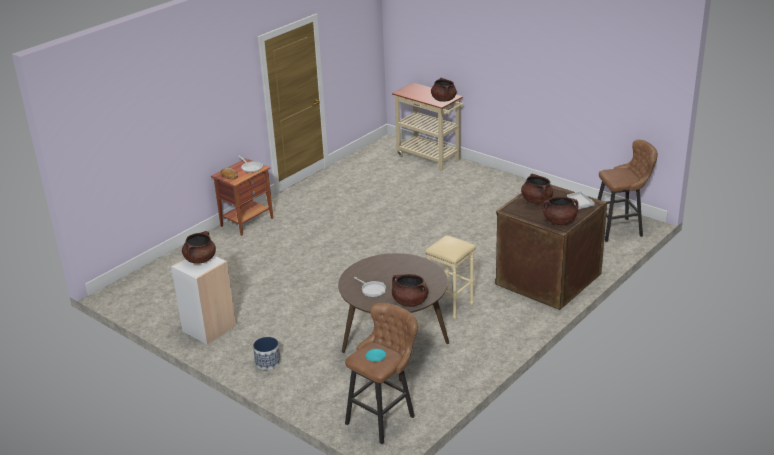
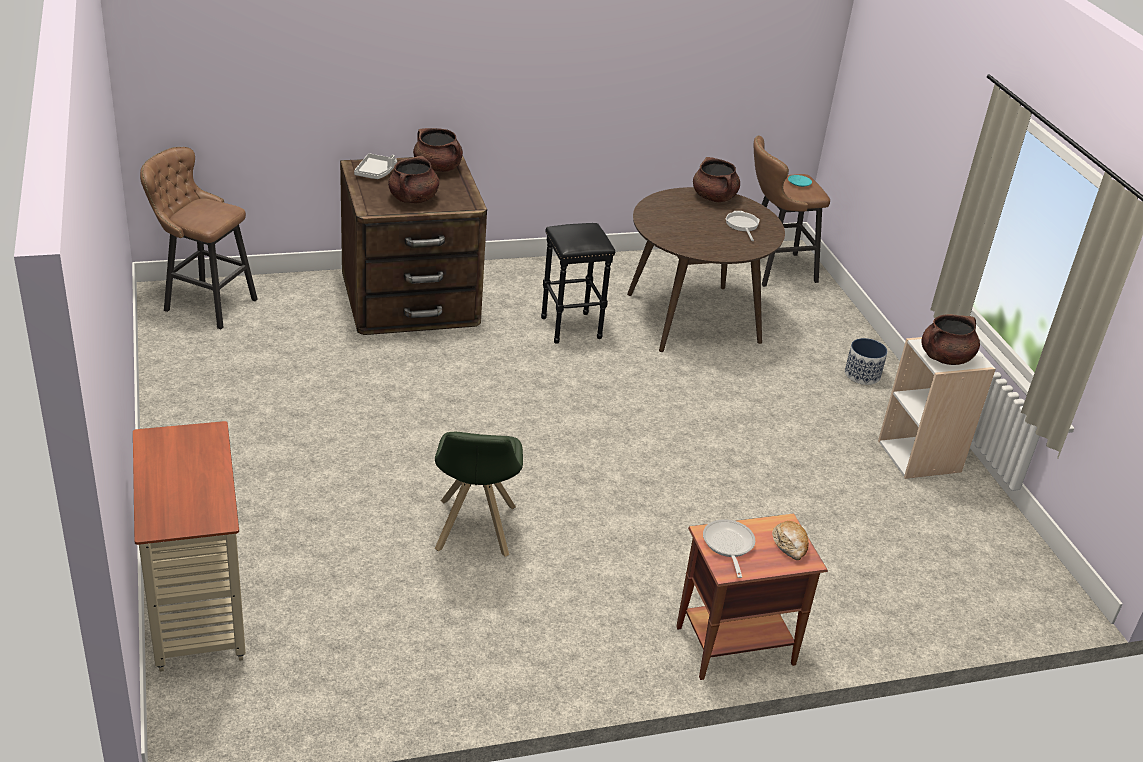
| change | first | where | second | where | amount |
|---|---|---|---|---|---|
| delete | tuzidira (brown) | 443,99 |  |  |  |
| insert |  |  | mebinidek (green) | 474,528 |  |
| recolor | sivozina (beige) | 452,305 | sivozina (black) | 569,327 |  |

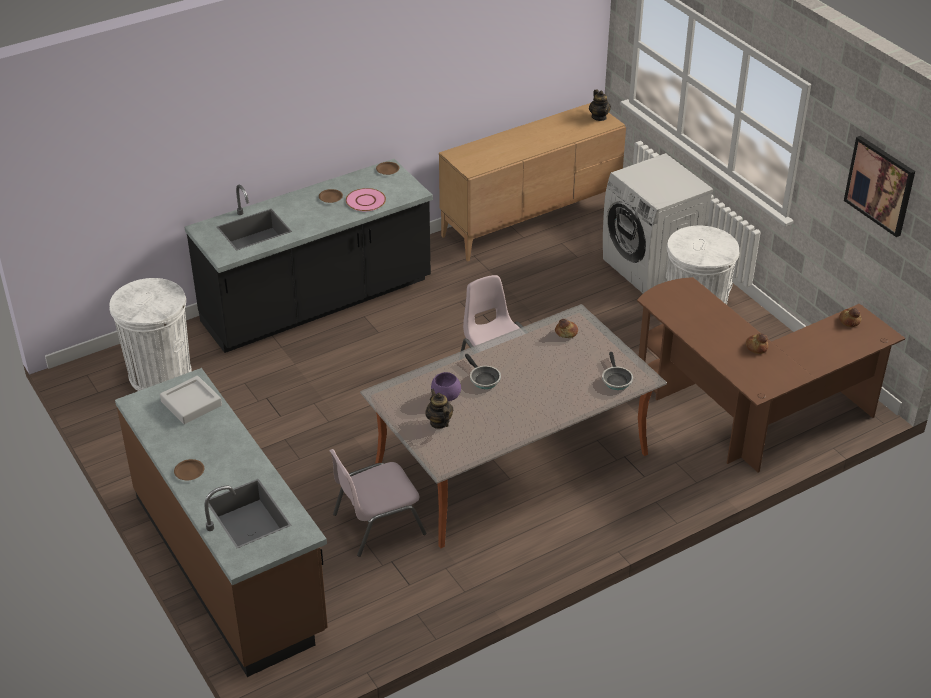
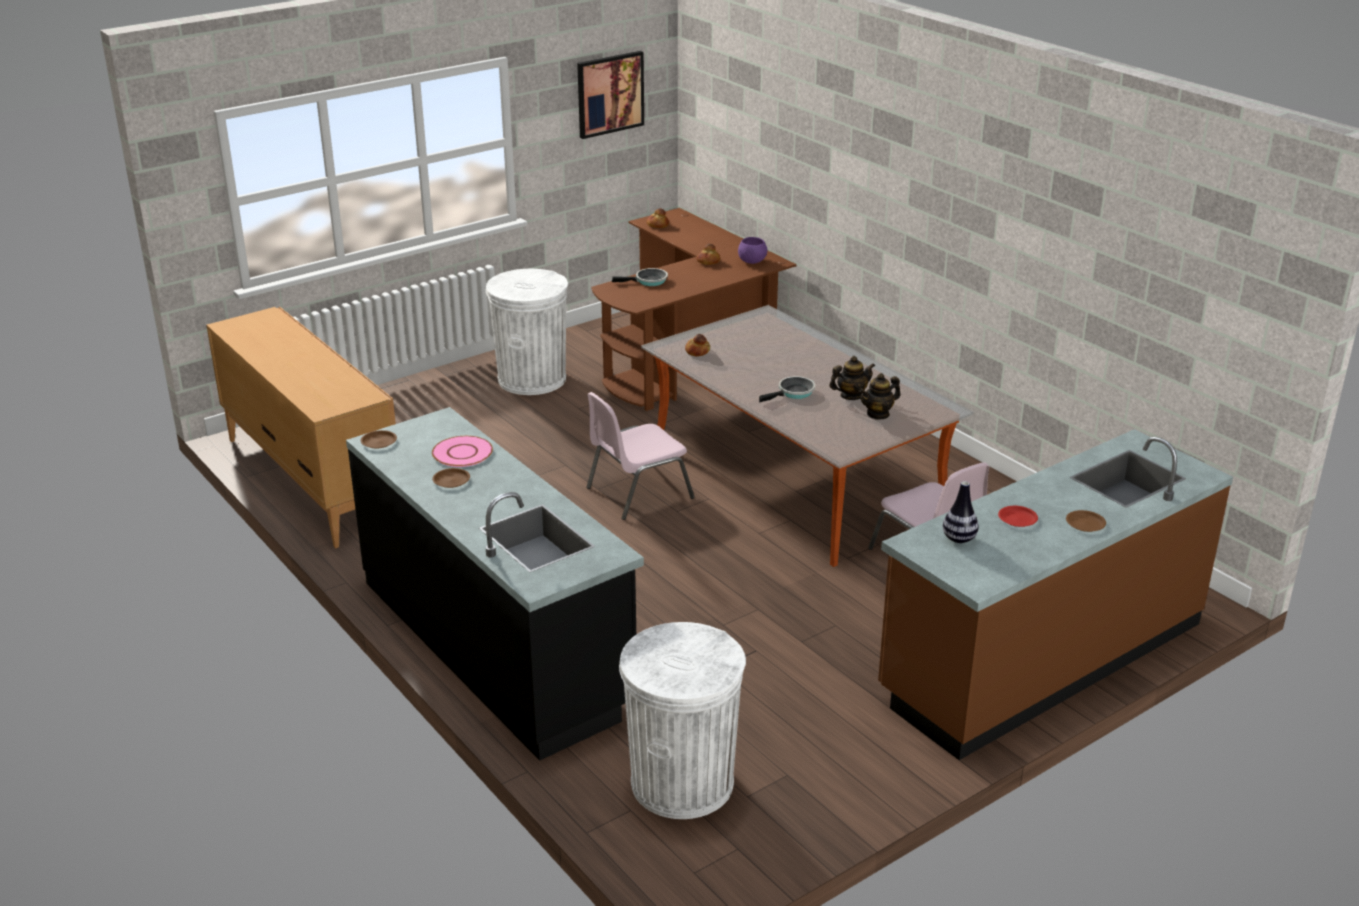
| change | first | where | second | where | amount |
|---|---|---|---|---|---|
| delete | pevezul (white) | 651,270 |  |  |  |
| insert |  |  | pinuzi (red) | 1018,519 |  |
| move | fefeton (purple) | 446,396 |  | 752,261 |  |
| move | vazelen | 599,117 |  | 851,396 |  |
| move | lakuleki | 616,379 |  | 648,281 |  |
| replace | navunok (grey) | 191,403 | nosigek | 959,539 |  |

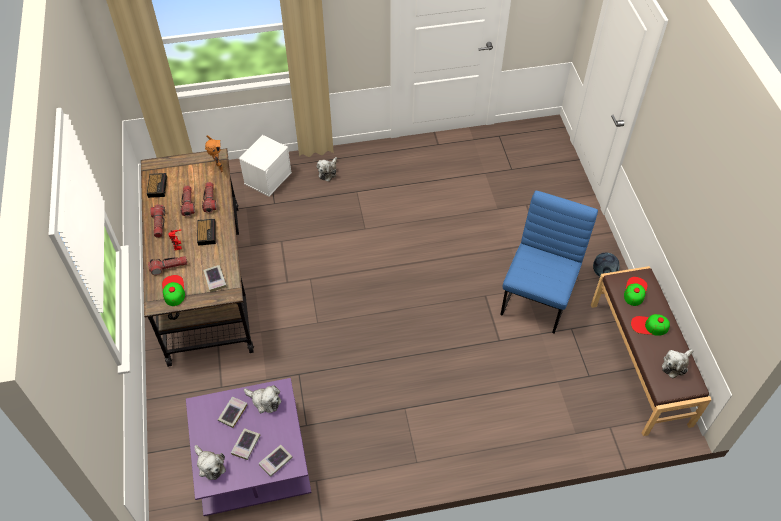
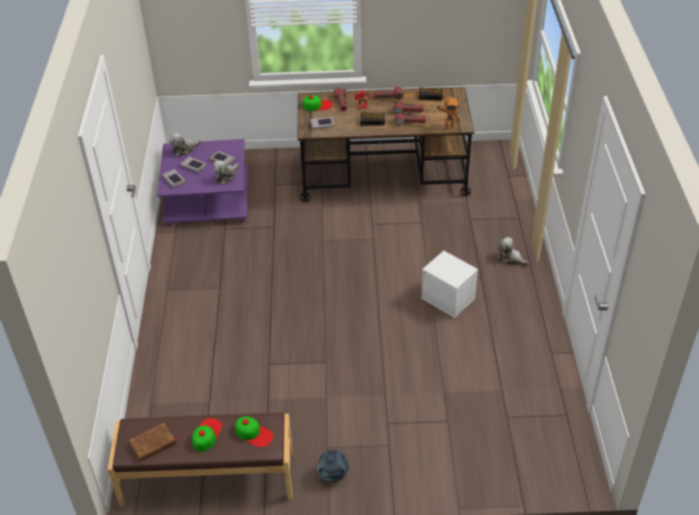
| change | first | where | second | where | amount |
|---|---|---|---|---|---|
| delete | mebinidek (blue) | 538,296 |  |  |  |
| move | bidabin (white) | 268,177 |  | 449,298 |  |
| replace | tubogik | 675,365 | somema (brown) | 153,444 |  |

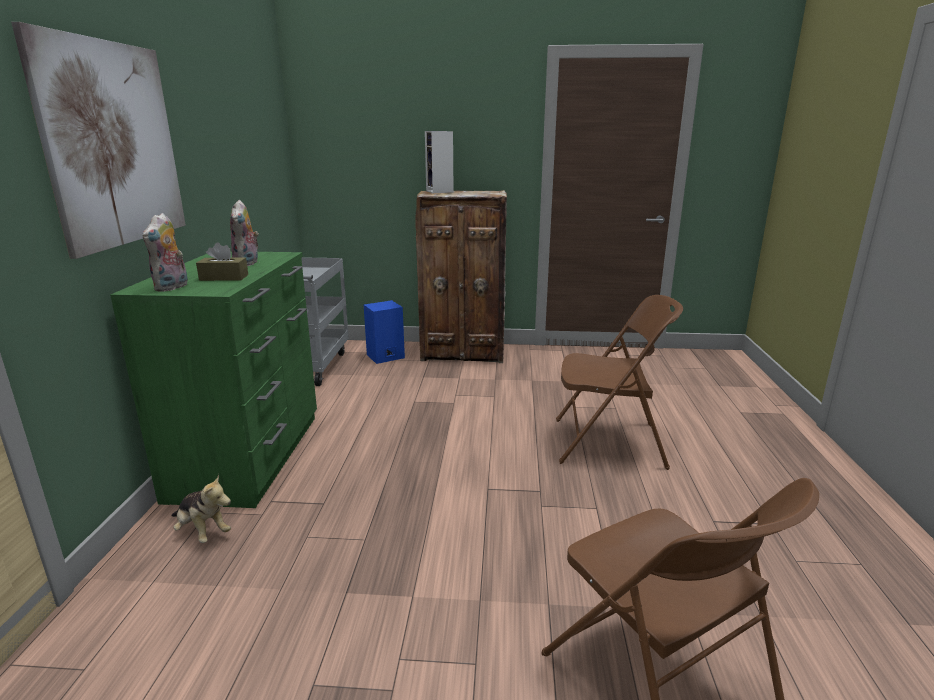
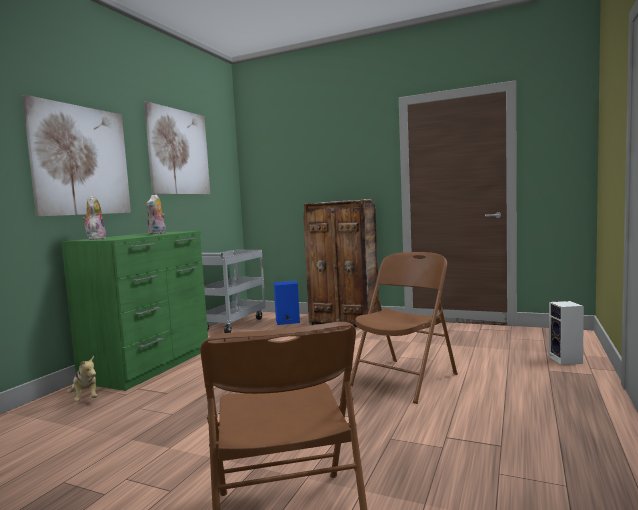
| change | first | where | second | where | amount |
|---|---|---|---|---|---|
| delete | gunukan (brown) | 224,277 |  |  |  |
| insert |  |  | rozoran | 179,152 |  |
| move | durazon | 440,191 |  | 566,360 |  |
| rotate | tubogik | 172,287 |  | 95,239 | 135 degrees clockwise |
| rotate | mebinidek (brown) | 608,443 |  | 404,380 | 75 degrees counterclockwise |

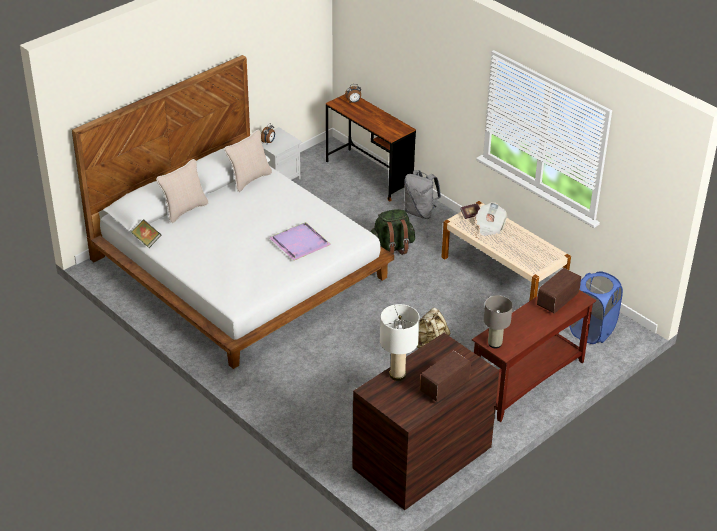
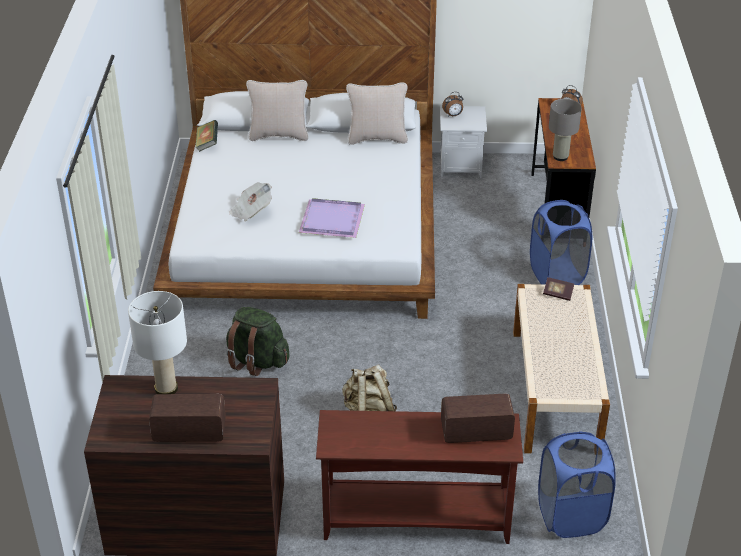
| change | first | where | second | where | amount |
|---|---|---|---|---|---|
| move | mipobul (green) | 392,248 |  | 257,361 |  |
| move | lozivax | 489,227 |  | 251,211 |  |
| move | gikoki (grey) | 494,344 |  | 560,157 |  |
| replace | mipobul (grey) | 420,212 | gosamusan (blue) | 557,275 |  |

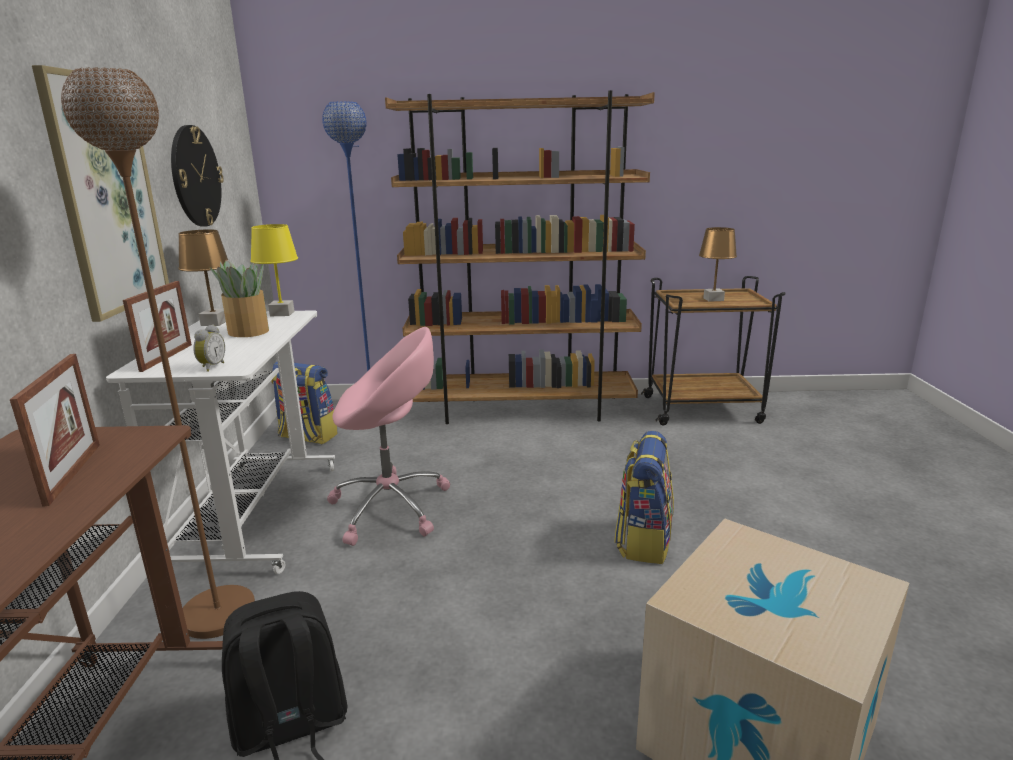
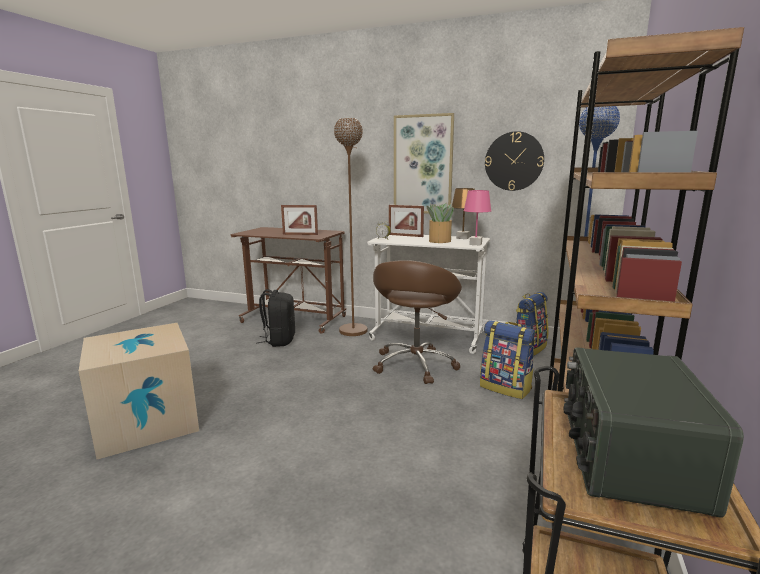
| change | first | where | second | where | amount |
|---|---|---|---|---|---|
| move | mipobul | 643,540 |  | 506,388 |  |
| replace | gikoki (brown) | 713,299 | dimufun | 627,456 |  |
| recolor | gikoki (yellow) | 282,313 | gikoki (pink) | 475,244 |  |
| recolor | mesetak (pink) | 393,506 | mesetak (brown) | 414,366 |  |

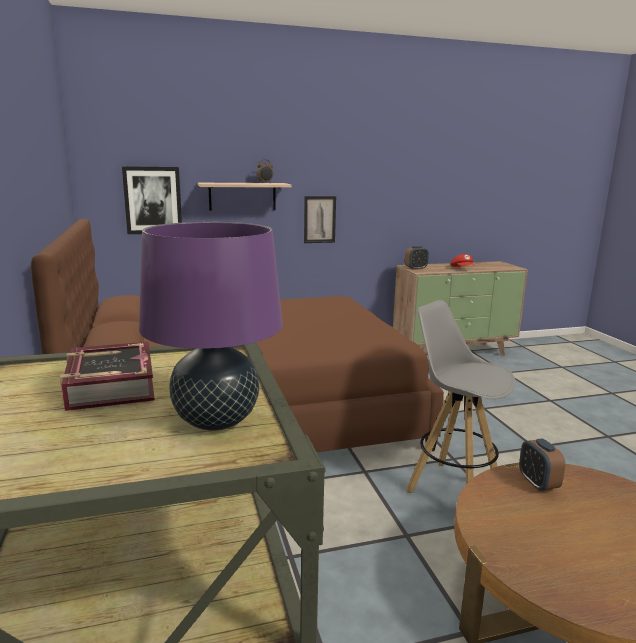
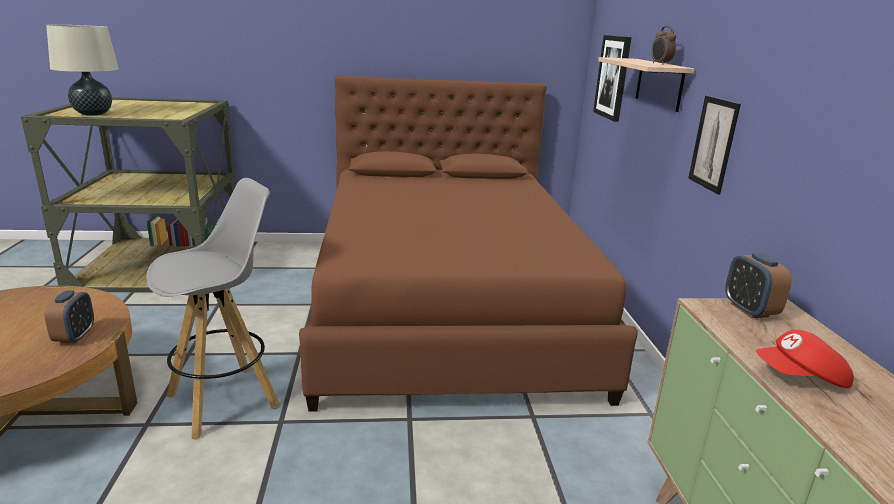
| change | first | where | second | where | amount |
|---|---|---|---|---|---|
| delete | somema | 110,385 |  |  |  |
| recolor | gikoki (purple) | 216,420 | gikoki (beige) | 93,114 |  |
| rotate | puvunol | 538,483 |  | 75,336 | 90 degrees clockwise |

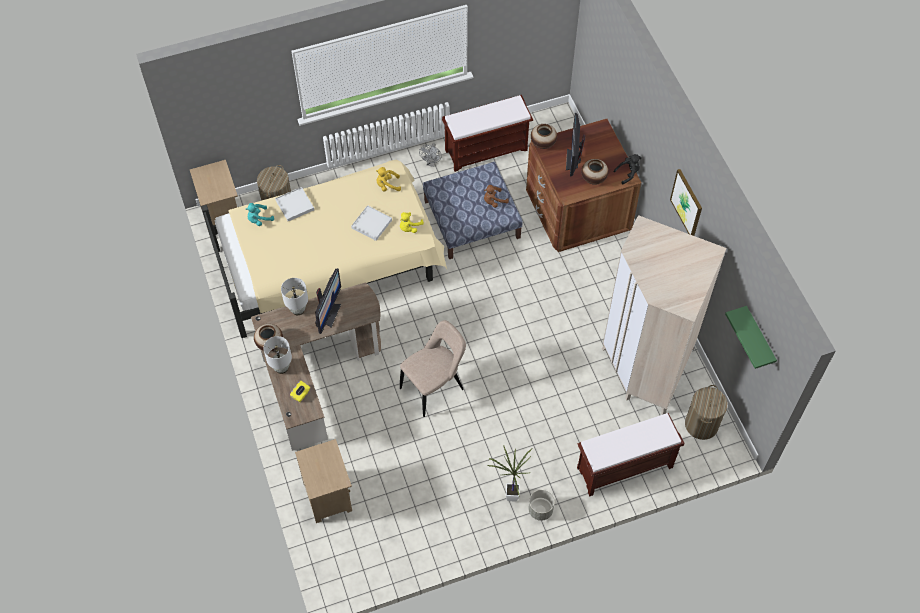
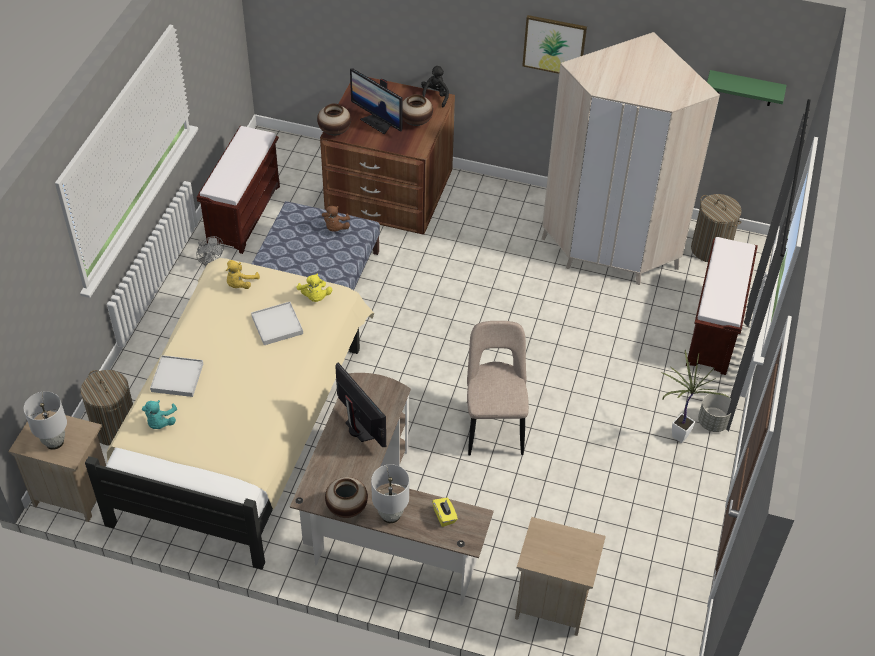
| change | first | where | second | where | amount |
|---|---|---|---|---|---|
| move | gikoki (white) | 298,309 |  | 54,442 |  |

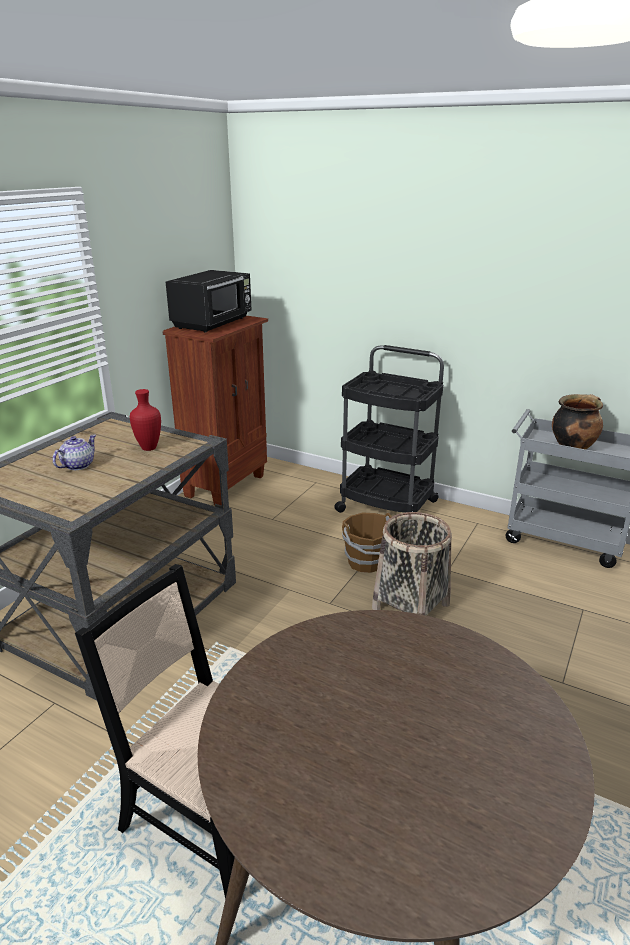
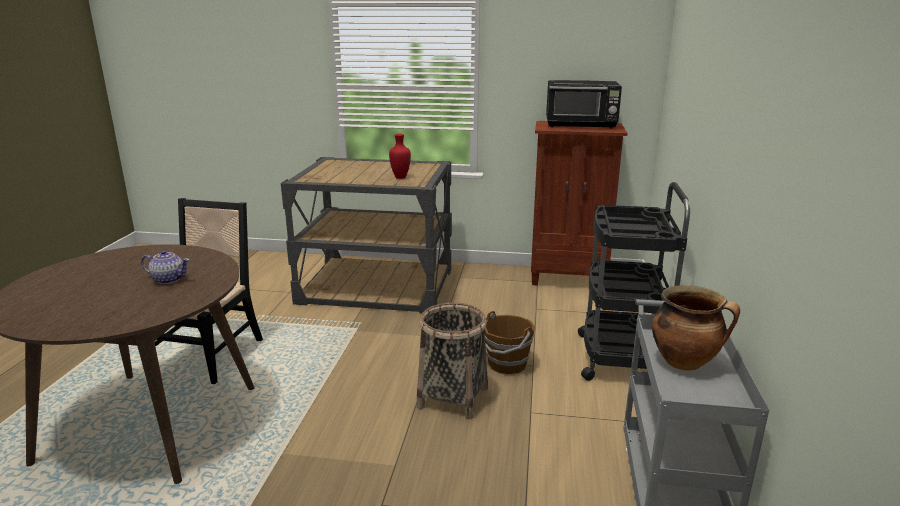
| change | first | where | second | where | amount |
|---|---|---|---|---|---|
| move | vazelen | 77,465 |  | 168,279 |  |

